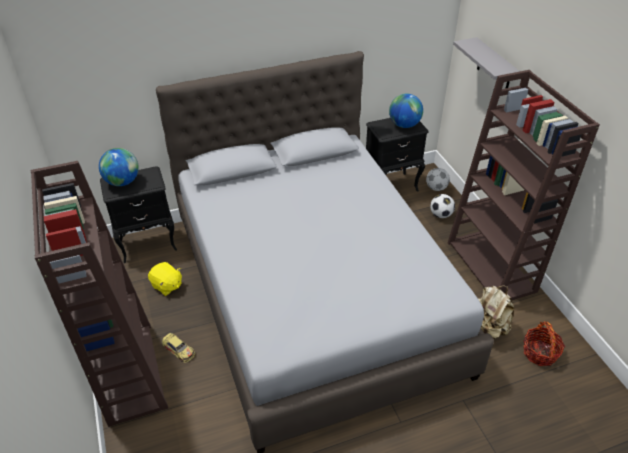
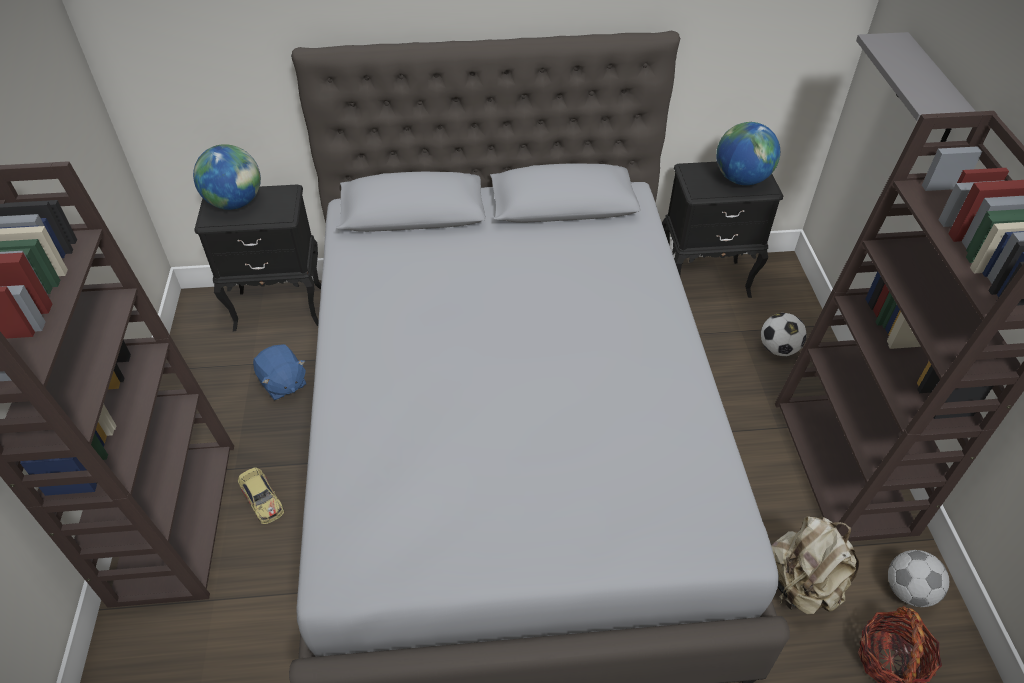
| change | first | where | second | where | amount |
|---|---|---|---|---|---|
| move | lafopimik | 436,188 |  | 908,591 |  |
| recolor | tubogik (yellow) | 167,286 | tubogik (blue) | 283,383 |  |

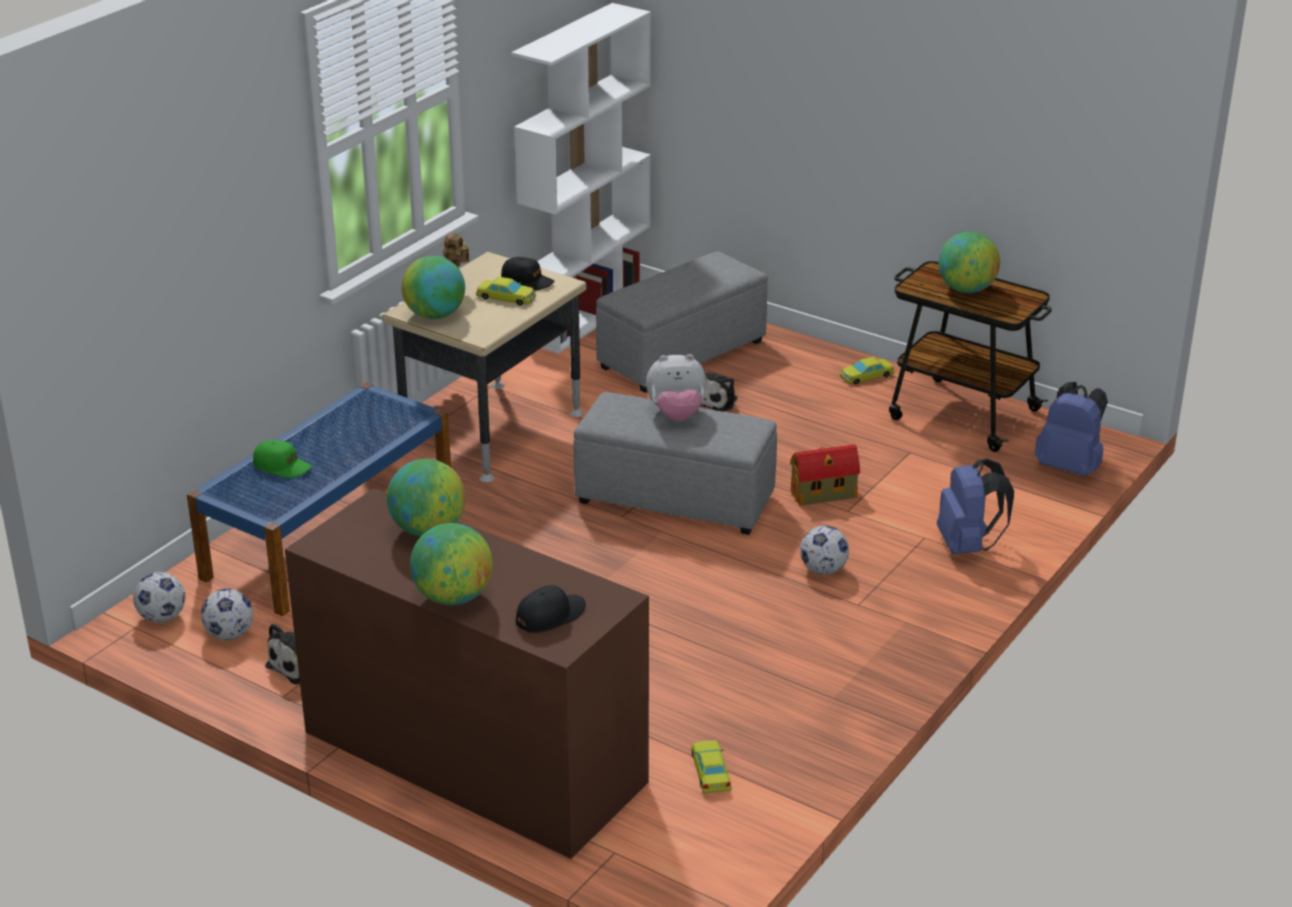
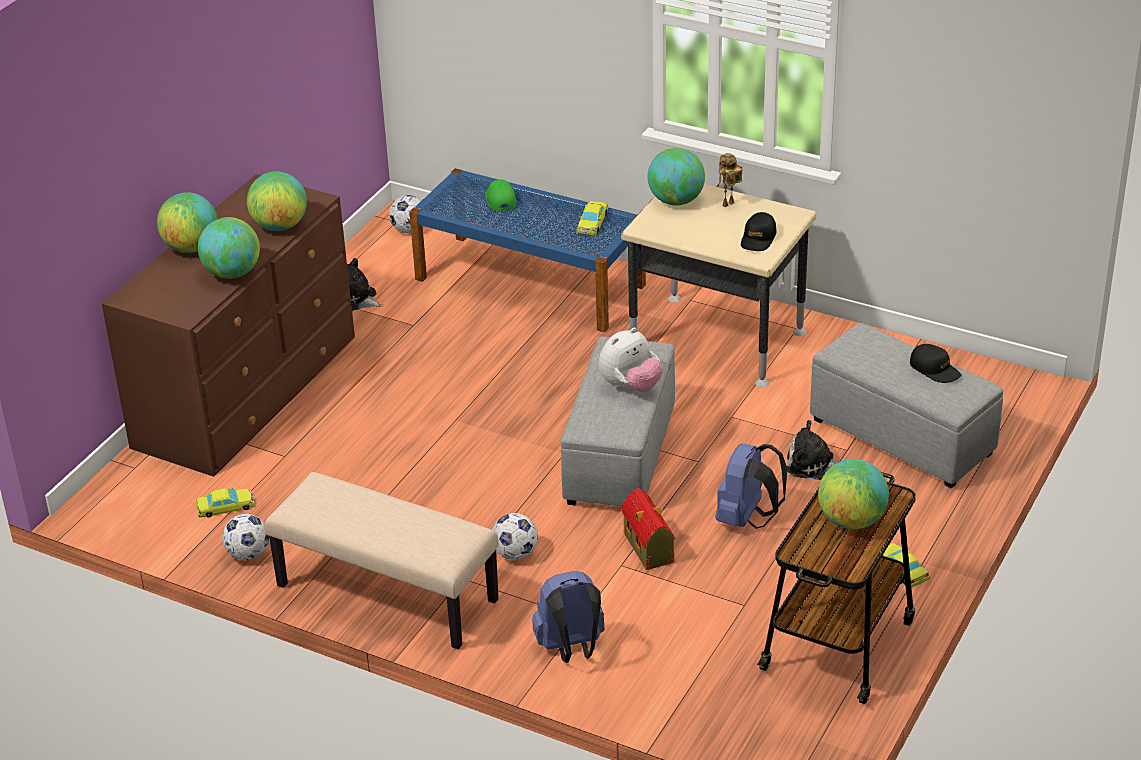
| change | first | where | second | where | amount |
|---|---|---|---|---|---|
| delete | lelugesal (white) | 587,315 |  |  |  |
| insert |  |  | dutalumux | 232,273 |  |
| insert |  |  | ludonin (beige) | 385,594 |  |
| move | lafopimik | 229,635 |  | 248,554 |  |
| move | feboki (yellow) | 506,297 |  | 592,222 |  |
| move | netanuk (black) | 550,616 |  | 935,369 |  |
| move | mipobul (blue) | 1069,467 |  | 747,519 |  |
| rotate | netanuk (green) | 282,466 |  | 500,200 | 150 degrees clockwise |
| rotate | tubogik | 676,415 |  | 630,386 | 120 degrees counterclockwise |

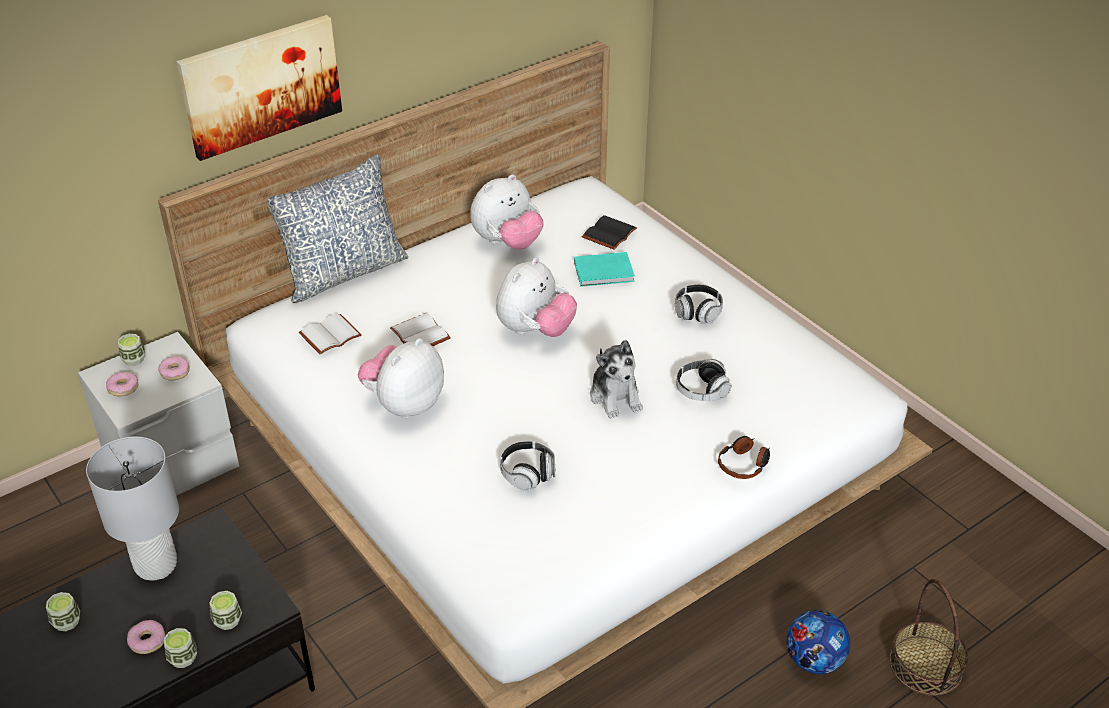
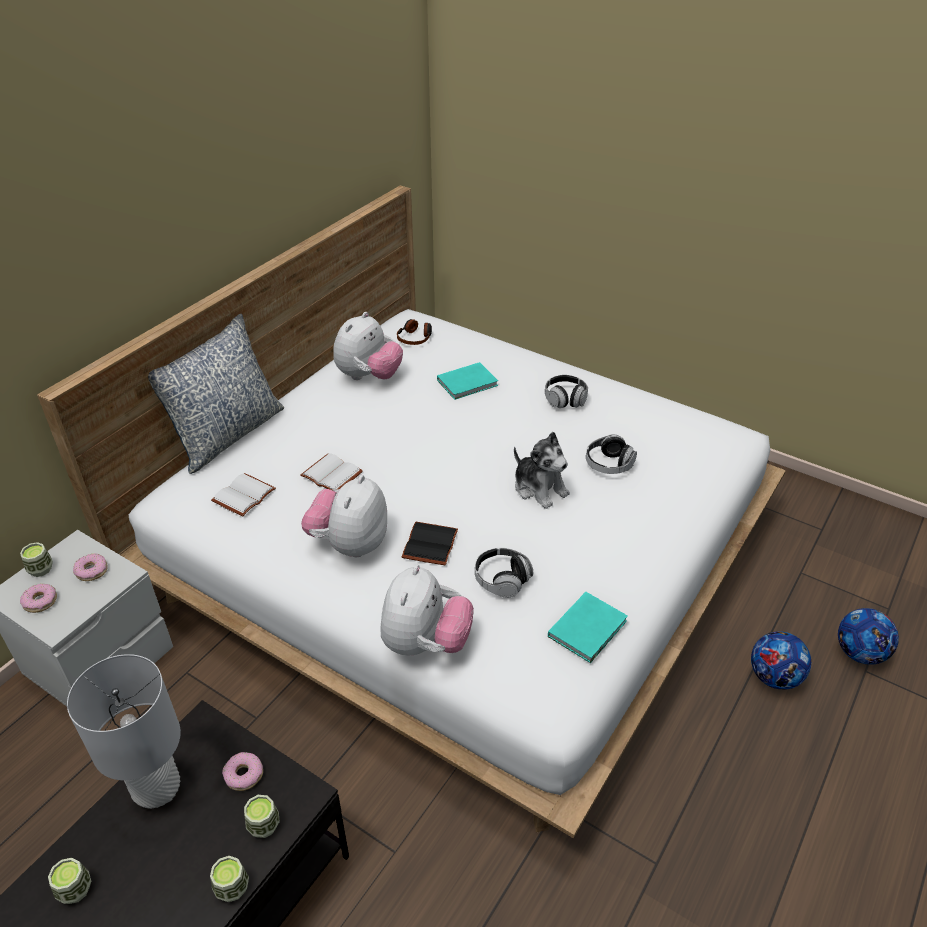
| change | first | where | second | where | amount |
|---|---|---|---|---|---|
| delete | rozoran | 261,85 |  |  |  |
| insert |  |  | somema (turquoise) | 589,628 |  |
| move | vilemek | 147,641 |  | 244,775 |  |
| move | tubogik | 535,330 |  | 425,643 |  |
| move | somema (black) | 608,233 |  | 429,543 |  |
| move | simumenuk | 744,464 |  | 415,338 |  |
| replace | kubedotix | 926,665 | lafopimik | 859,653 |  |

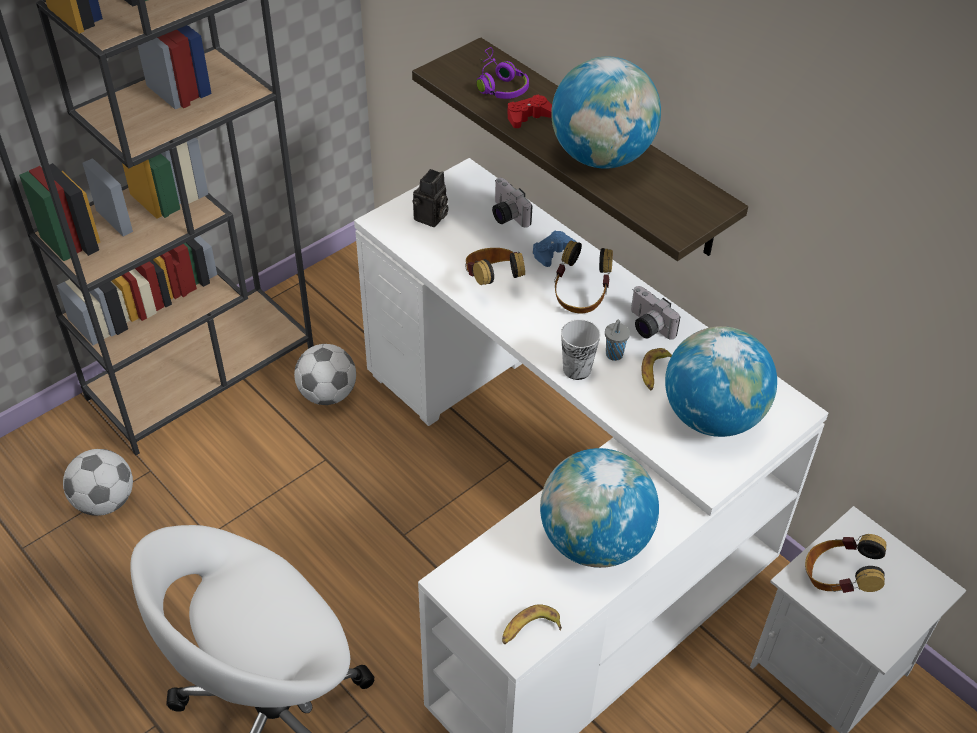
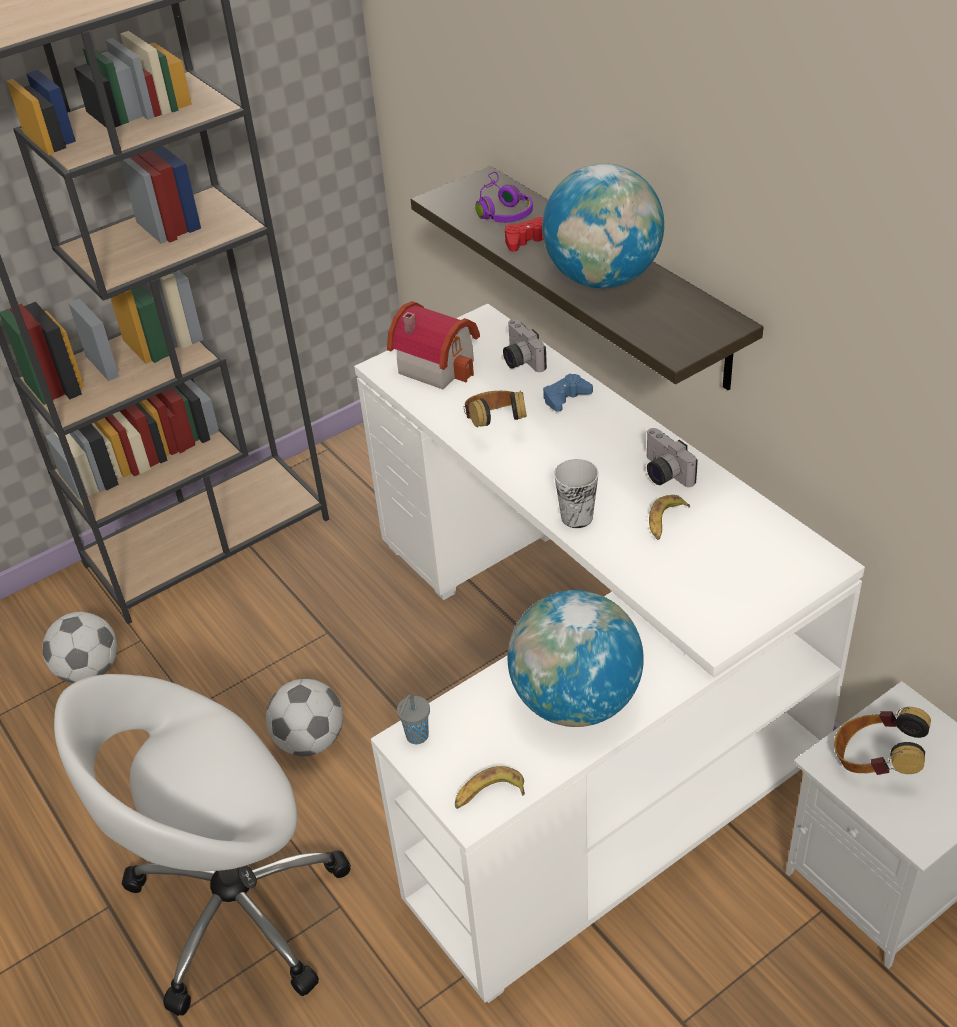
| change | first | where | second | where | amount |
|---|---|---|---|---|---|
| delete | simumenuk | 580,296 |  |  |  |
| delete | dutalumux | 712,417 |  |  |  |
| move | lafopimik | 327,394 |  | 310,740 |  |
| move | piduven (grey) | 613,355 |  | 416,737 |  |
| replace | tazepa | 431,218 | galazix | 437,363 |  |

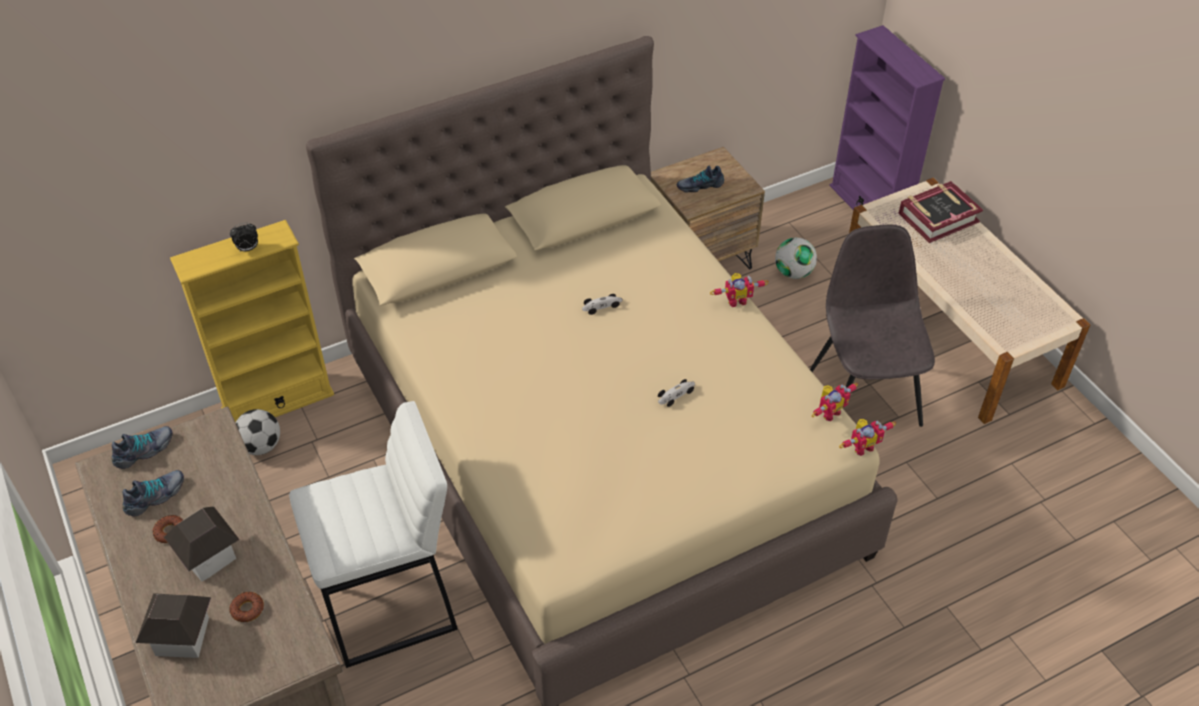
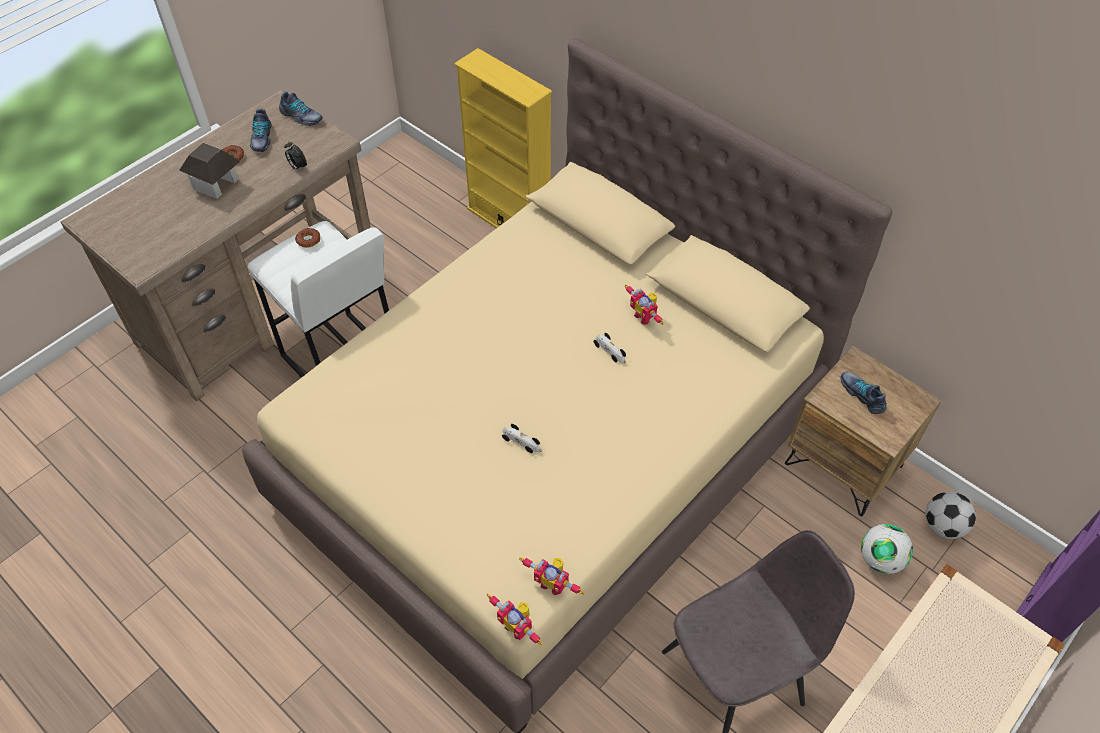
| change | first | where | second | where | amount |
|---|---|---|---|---|---|
| delete | galazix | 182,636 |  |  |  |
| delete | somema | 938,217 |  |  |  |
| move | vilemek | 247,609 |  | 308,240 |  |
| move | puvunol | 248,249 |  | 297,167 |  |
| move | lafopimik | 261,446 |  | 943,526 |  |
| move | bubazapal | 736,300 |  | 645,316 |  |
| rotate | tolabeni | 156,497 |  | 261,138 | 60 degrees clockwise |

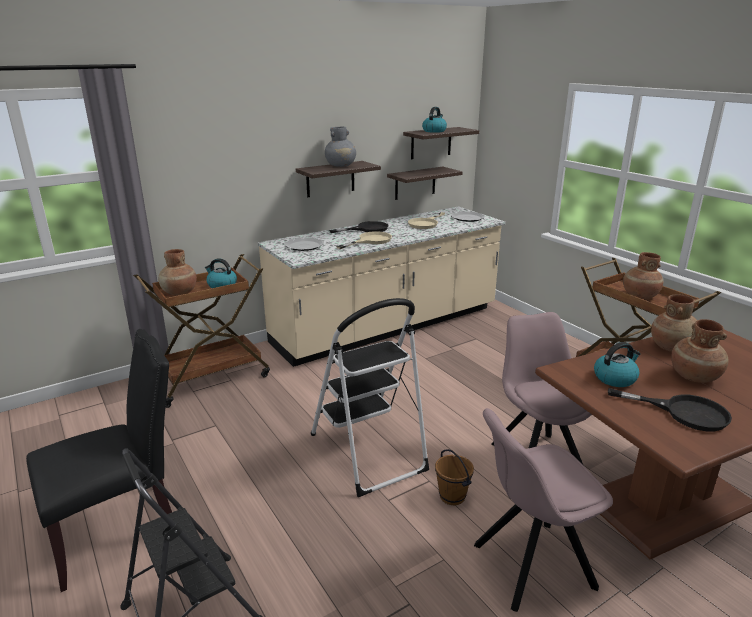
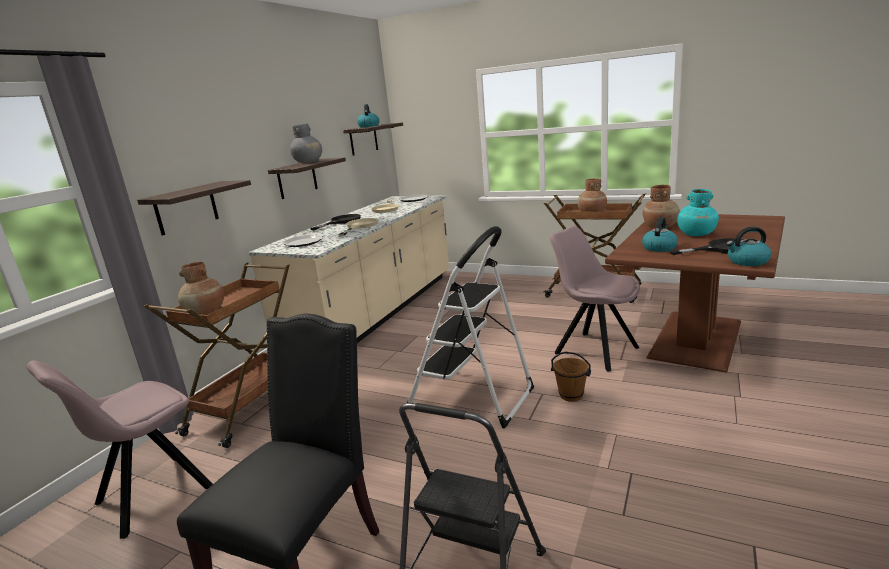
| change | first | where | second | where | amount |
|---|---|---|---|---|---|
| move | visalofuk | 221,285 |  | 747,261 |  |
| move | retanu | 415,183 |  | 186,208 |  |
| move | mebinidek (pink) | 531,565 |  | 153,495 |  |
| recolor | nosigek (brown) | 694,376 | nosigek (turquoise) | 696,234 |  |

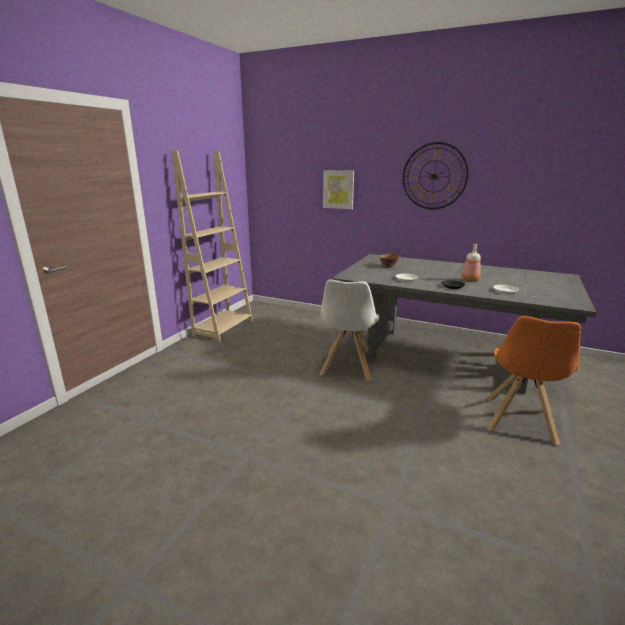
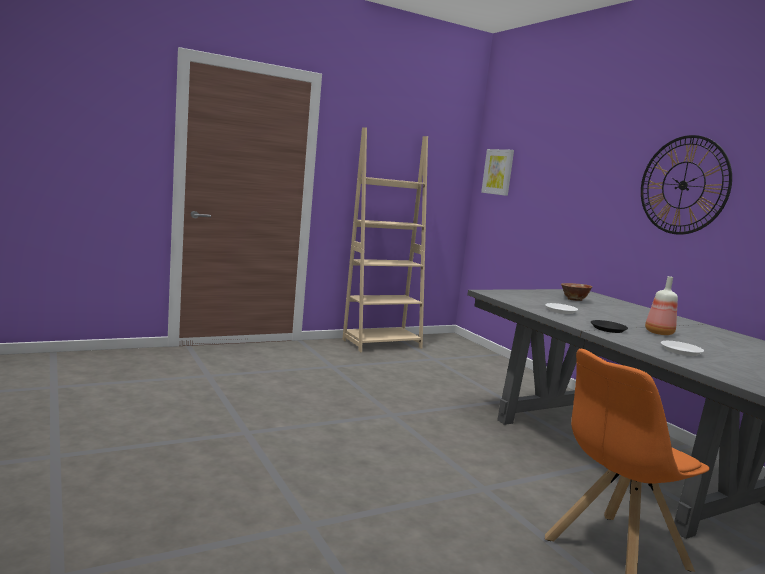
| change | first | where | second | where | amount |
|---|---|---|---|---|---|
| delete | mebinidek (white) | 348,368 |  |  |  |
| move | rozoran | 338,189 |  | 498,172 |  |

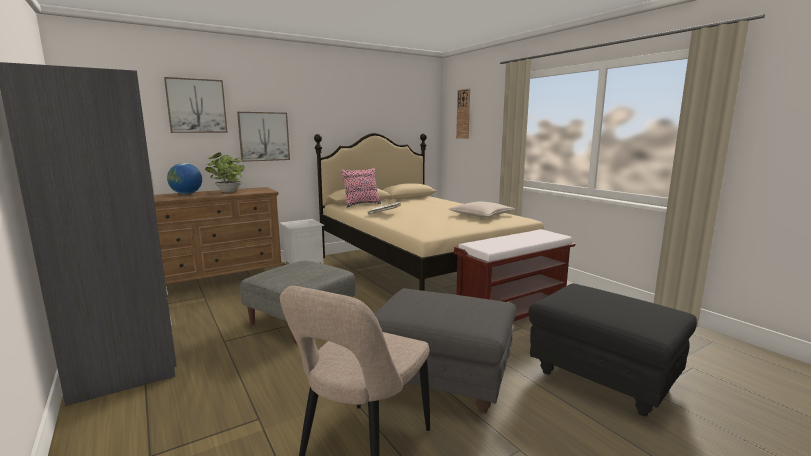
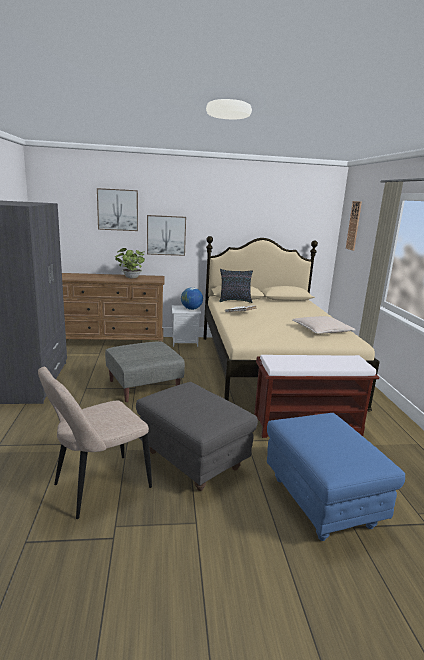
| change | first | where | second | where | amount |
|---|---|---|---|---|---|
| move | dutalumux | 186,194 |  | 191,309 |  |
| recolor | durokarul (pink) | 361,205 | durokarul (black) | 235,301 |  |
| recolor | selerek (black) | 603,380 | selerek (blue) | 322,502 |  |

